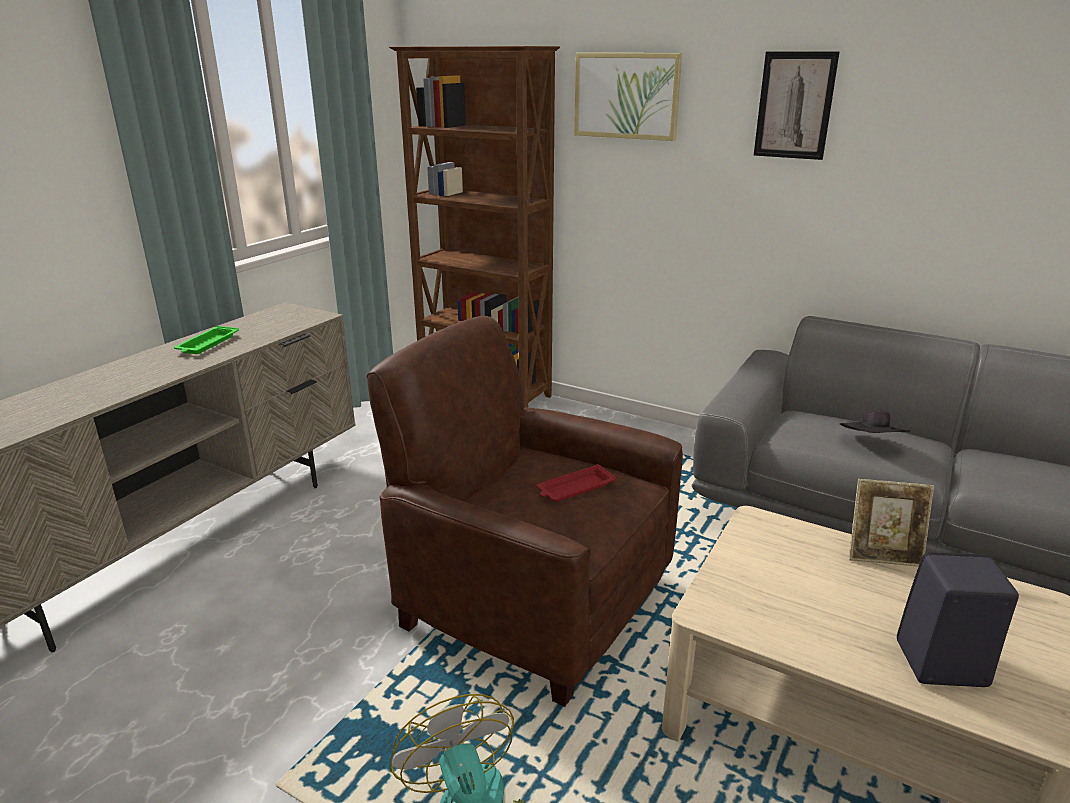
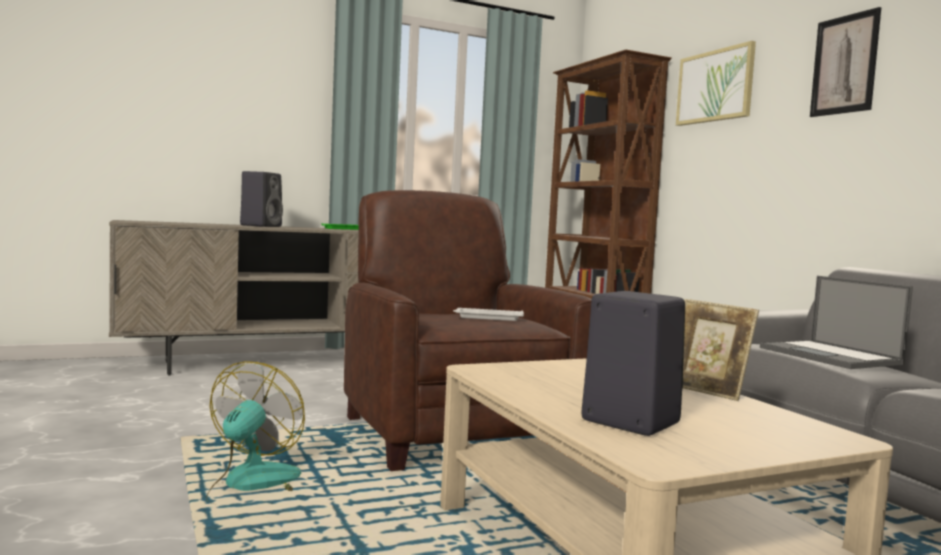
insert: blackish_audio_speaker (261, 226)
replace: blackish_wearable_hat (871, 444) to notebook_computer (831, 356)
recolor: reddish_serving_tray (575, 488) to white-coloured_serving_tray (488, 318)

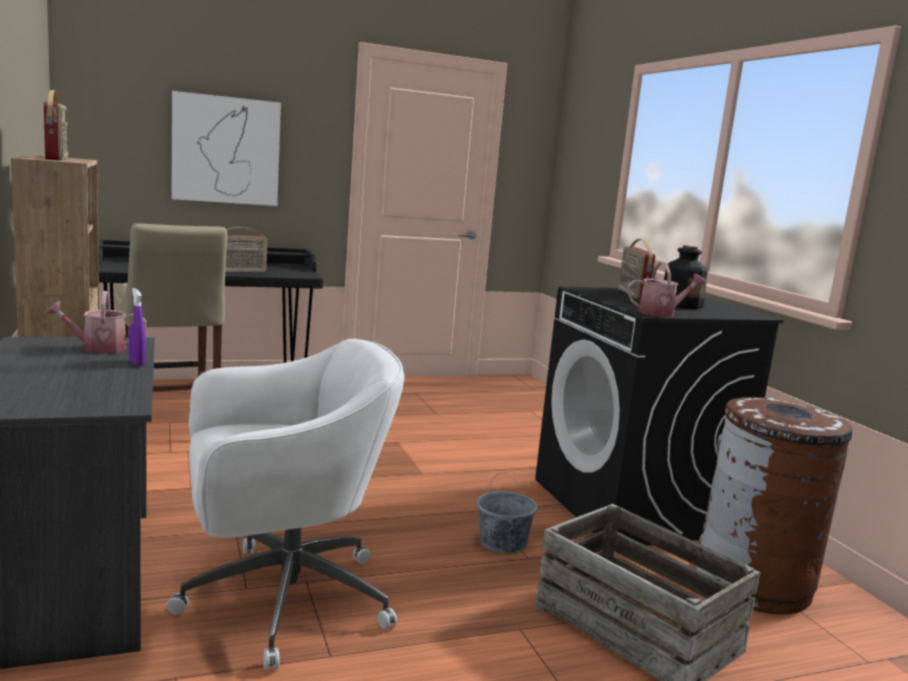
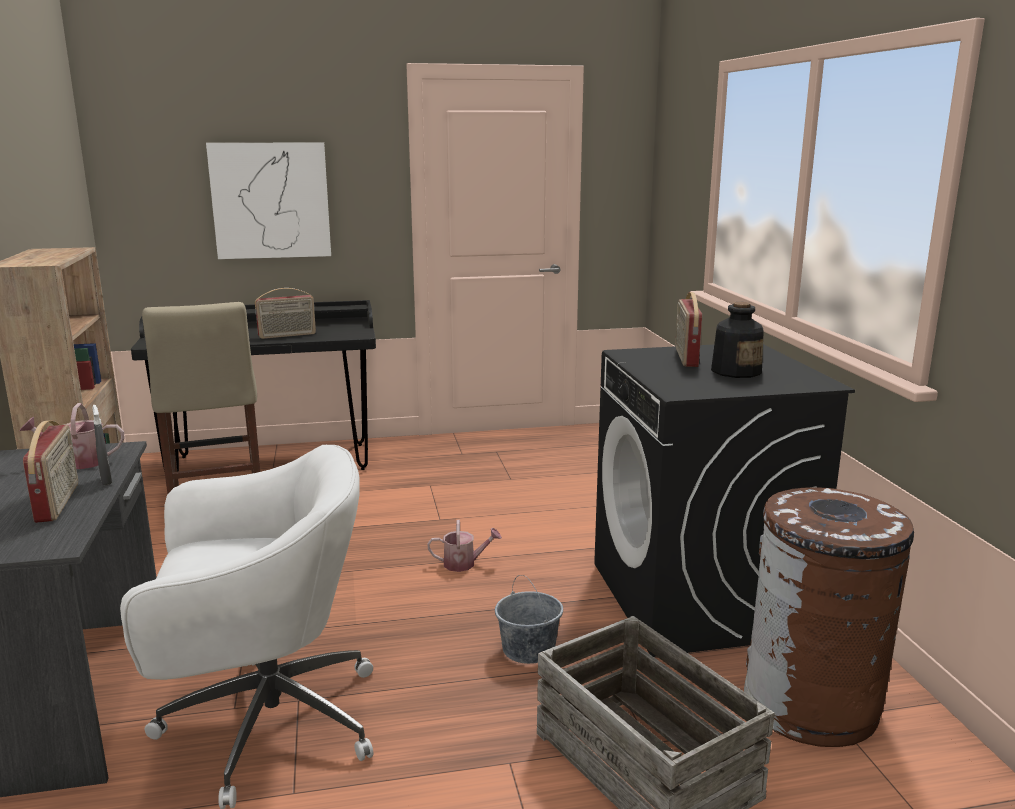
move: radio_receiver (57, 159) to (59, 502); sprinkling_can (661, 313) to (464, 563)
recolor: purple-coloured_spray_bottle (137, 363) to grey_spray_bottle (106, 481)

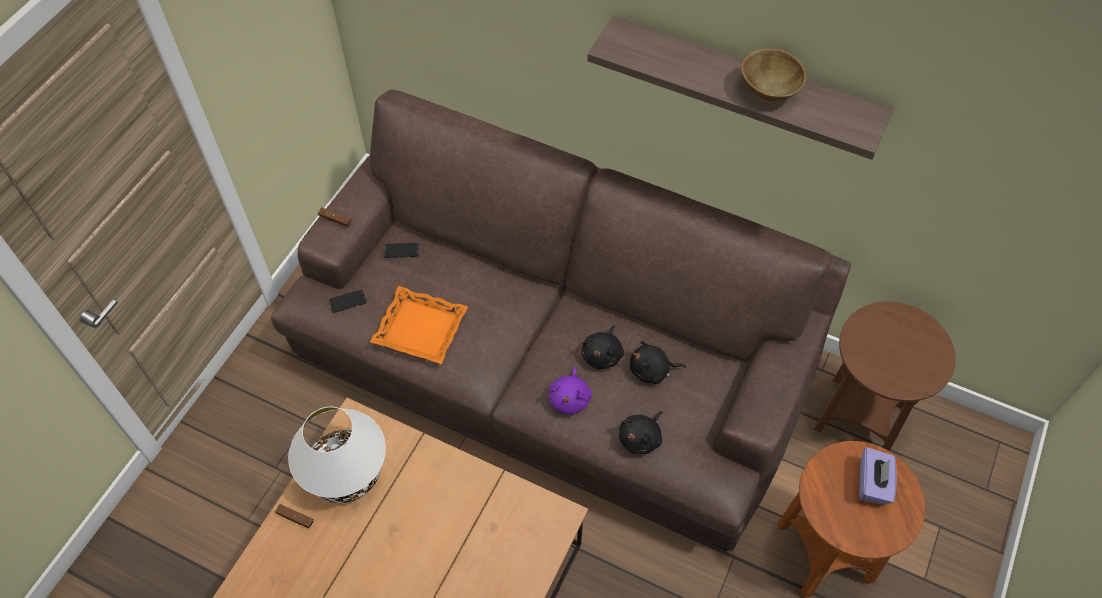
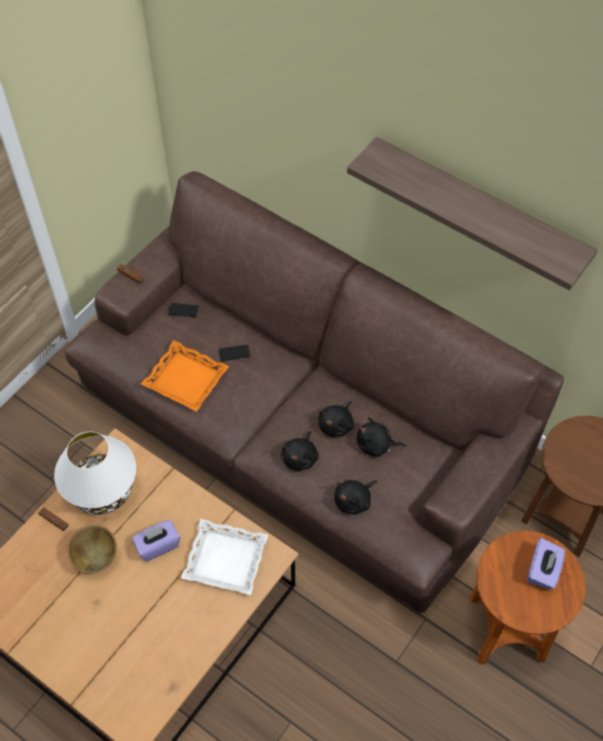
insert: purple-coloured_tissue_box (158, 545); white-coloured_serving_tray (225, 560)
move: handset (347, 301) to (234, 353); brown-coloured_serving_bowl (768, 91) to (95, 556)
recolor: purple-coloured_plush_toy (570, 398) to blackish_plush_toy (300, 457)

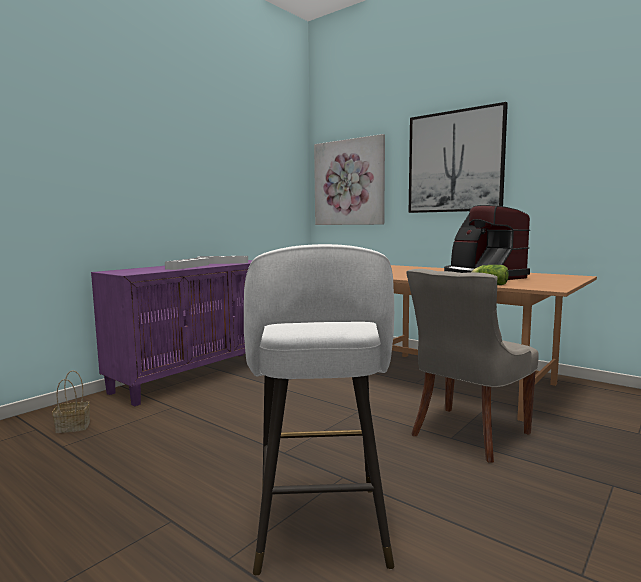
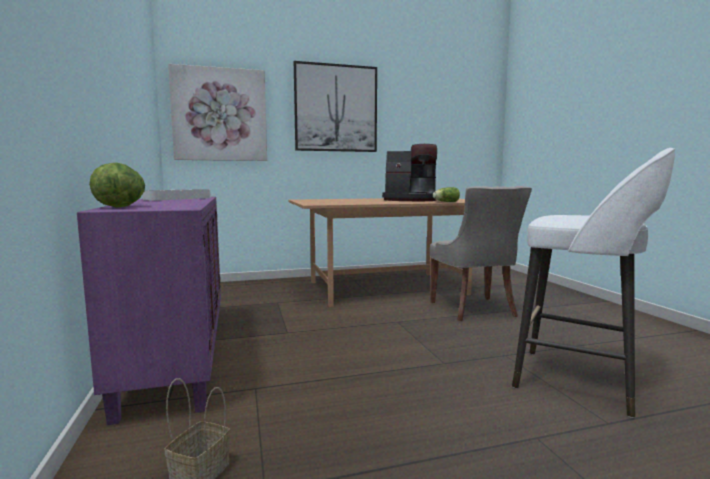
delete: grey_serving_tray (188, 267)
insert: lettuce (122, 206)

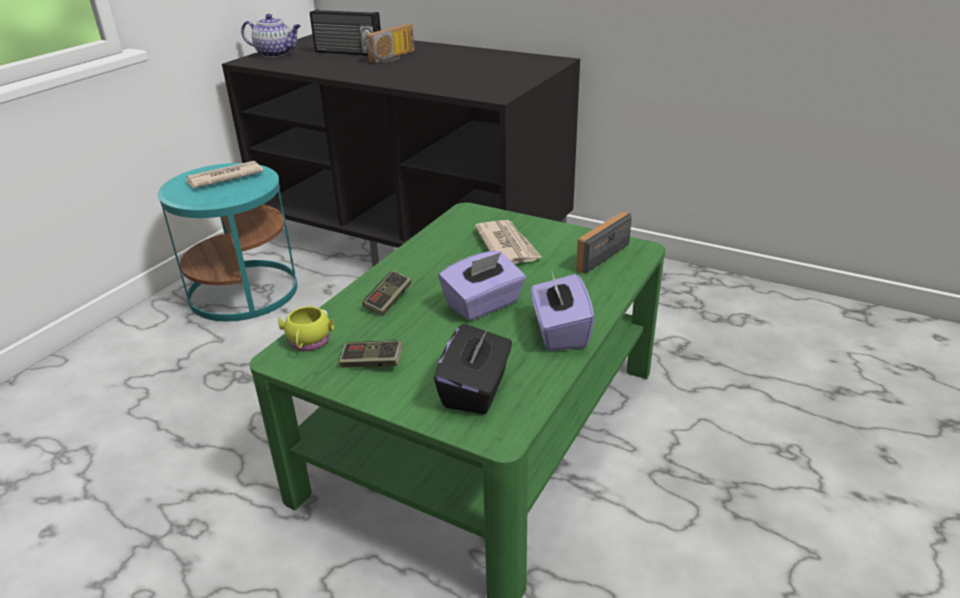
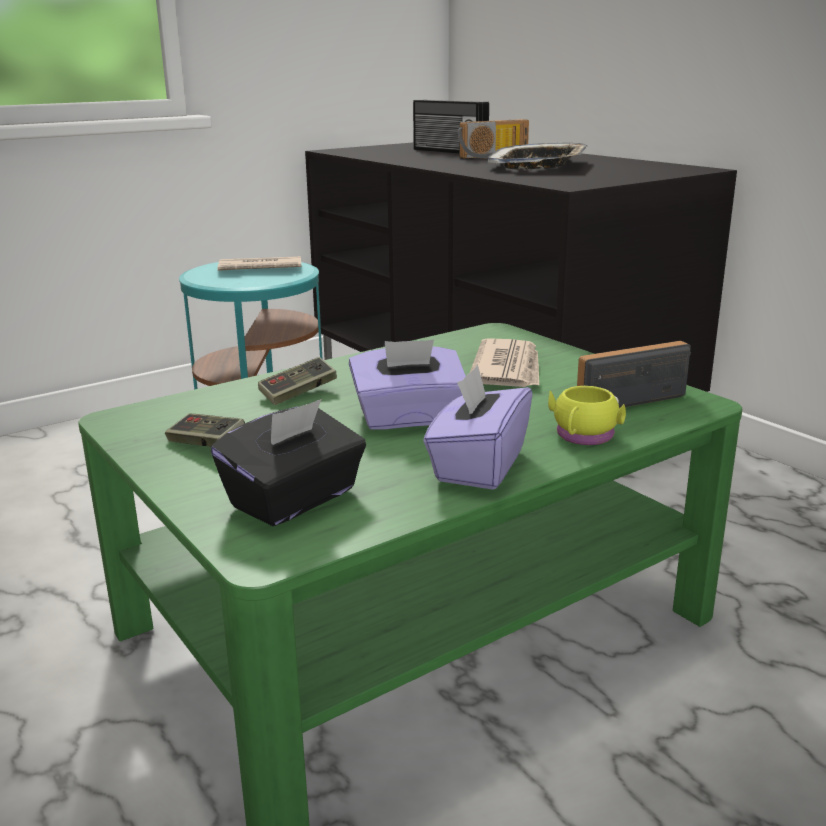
delete: teapot (276, 54)
insert: serving_tray (539, 165)
move: yellow-coloured_tea_mug (308, 343) to (583, 437)

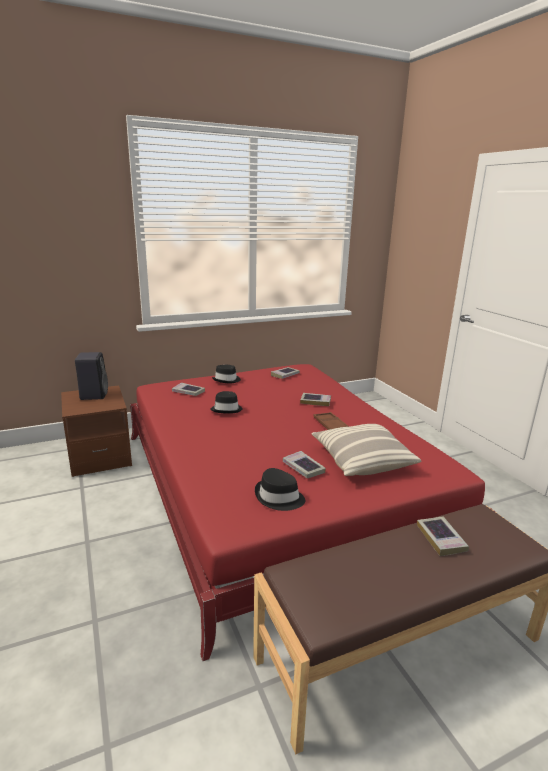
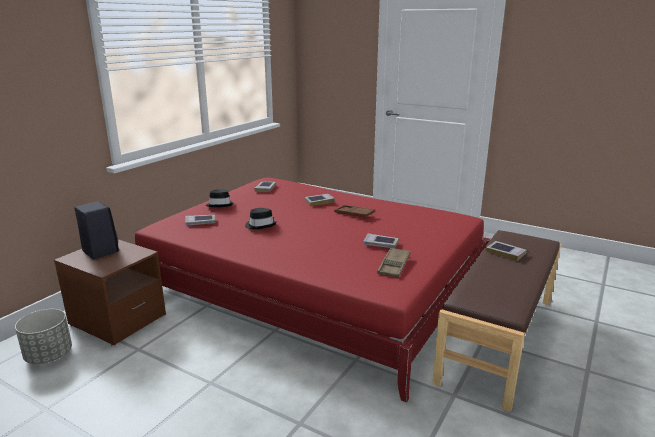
delete: cushion (361, 461)
insert: grey_flower_pot (49, 355)
replace: blackish_wearable_hat (279, 498) to brown-coloured_serving_tray (394, 266)

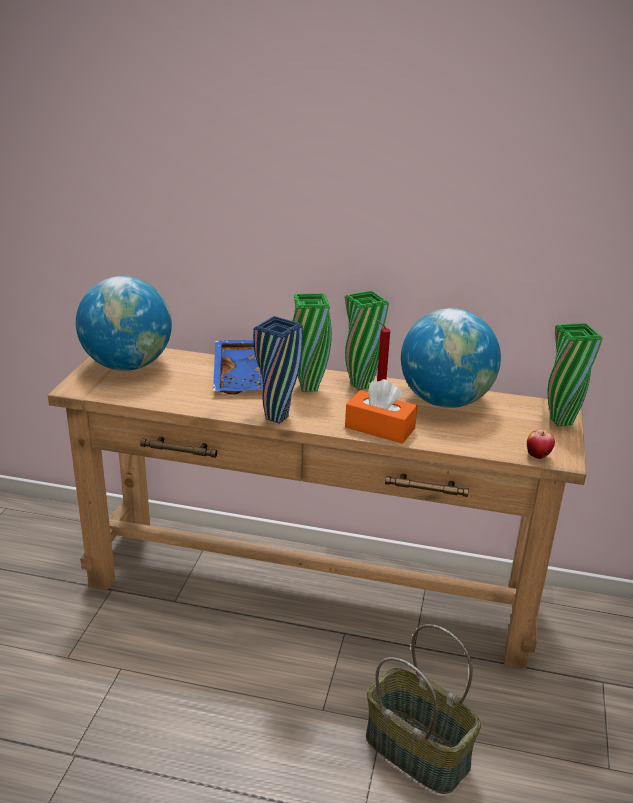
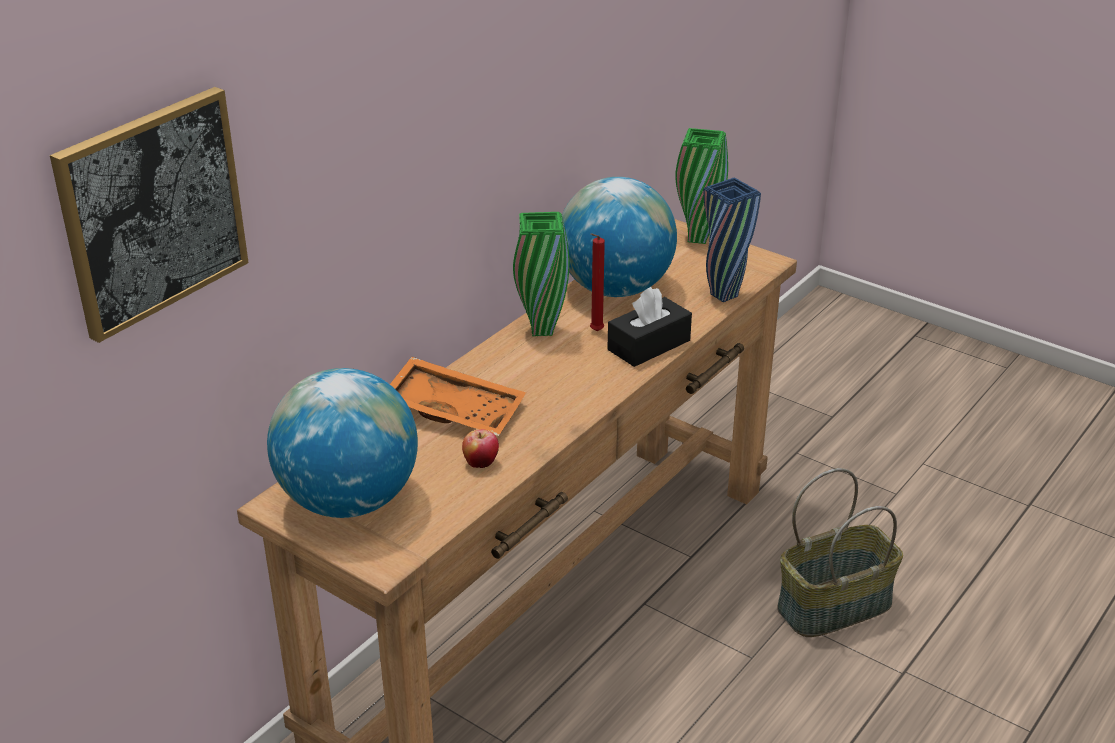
delete: greenish_flower_vase (308, 387)
insert: wall_picture (152, 211)
move: blue_flower_vase (277, 417) to (724, 295); apple (538, 456) to (481, 463)
recolor: blue_serving_tray (242, 376) to orange-coloured_serving_tray (455, 409); orange-coloured_tissue_box (380, 428) to blackish_tissue_box (649, 345)

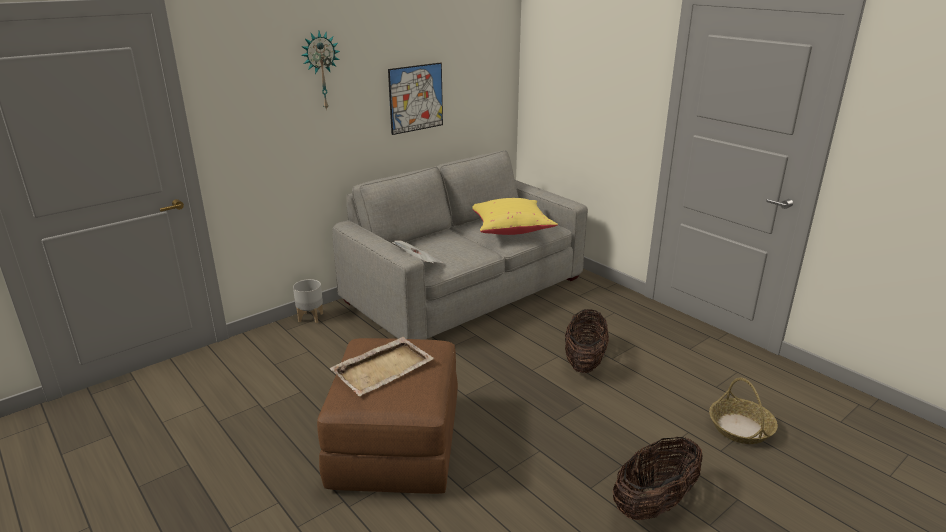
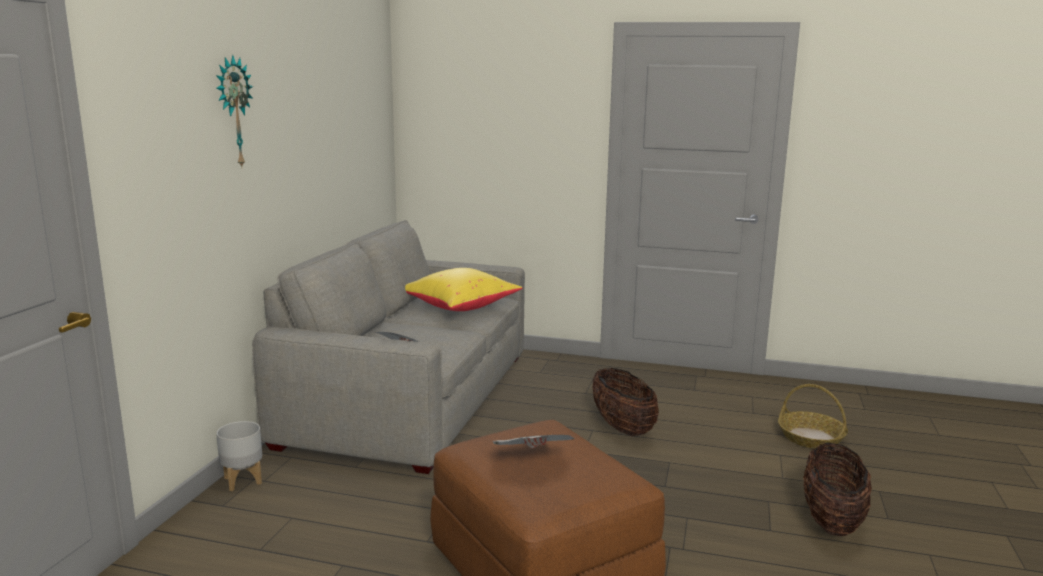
delete: wall_picture (416, 98)
replace: sand-coloured_serving_tray (383, 367) to daily_paper (532, 461)

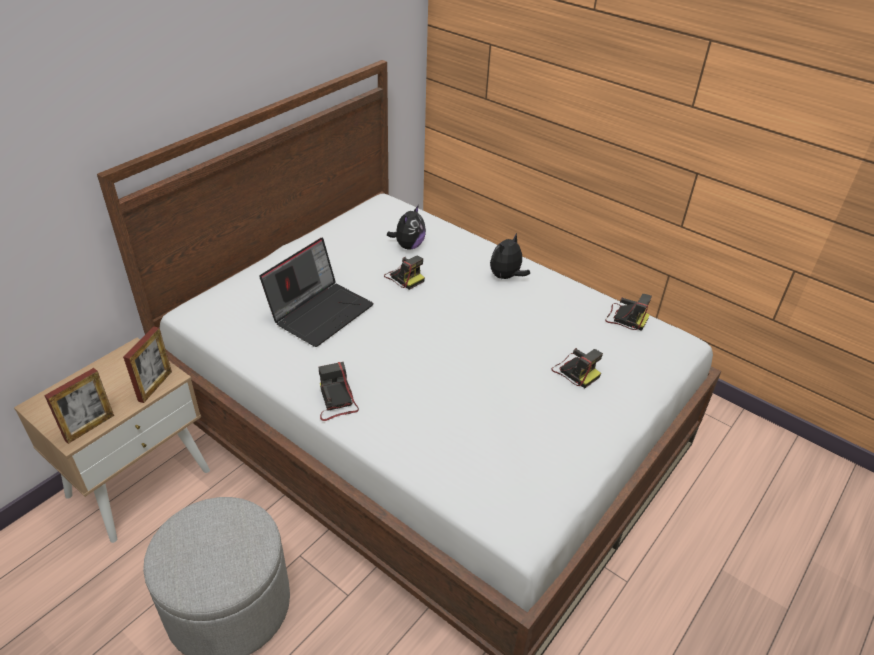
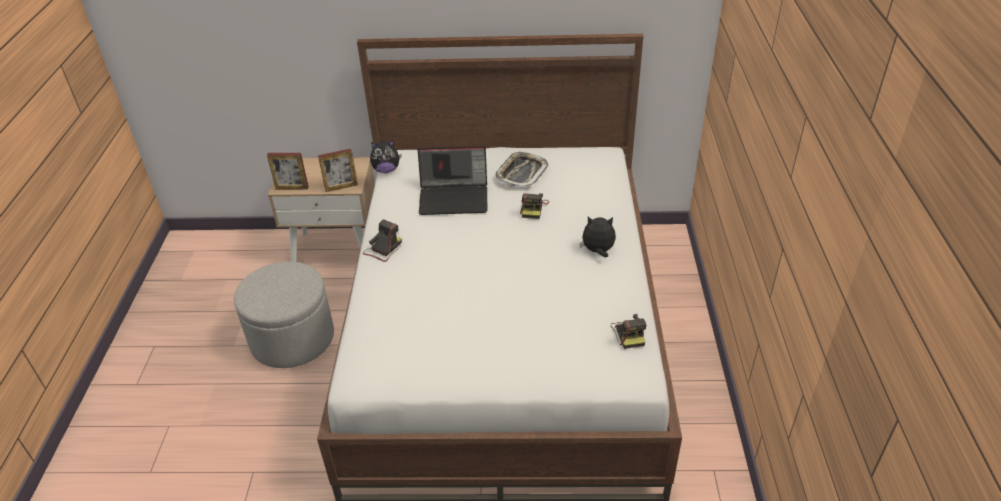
delete: photo_camera (575, 371)
insert: serving_tray (521, 173)
move: plush_toy (408, 246) to (386, 170)

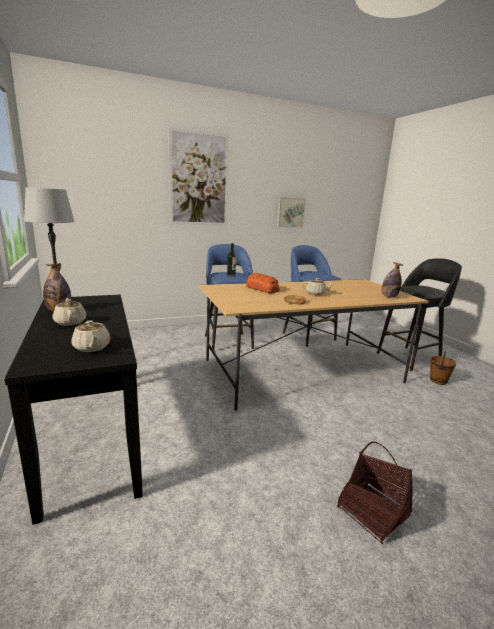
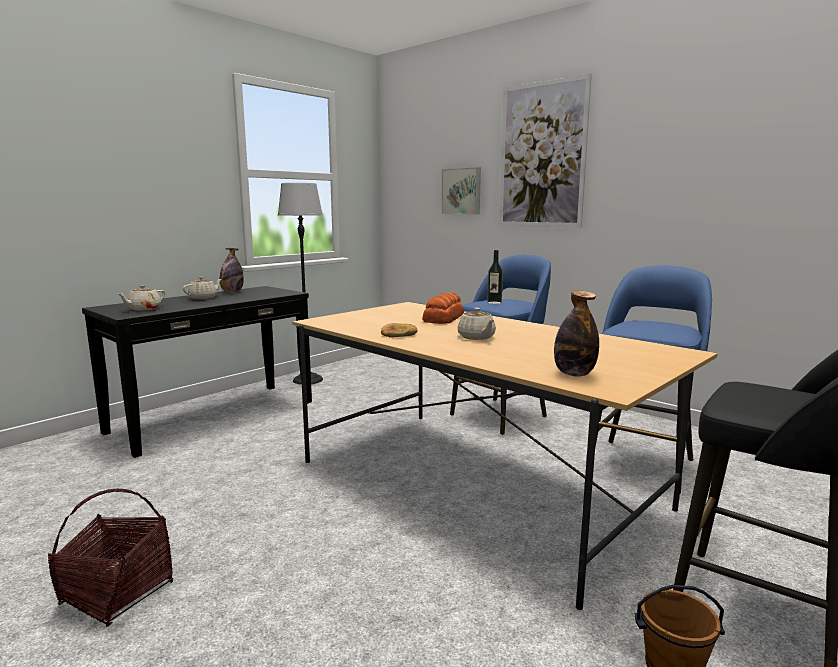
move: wall_picture (290, 212) to (462, 191)

